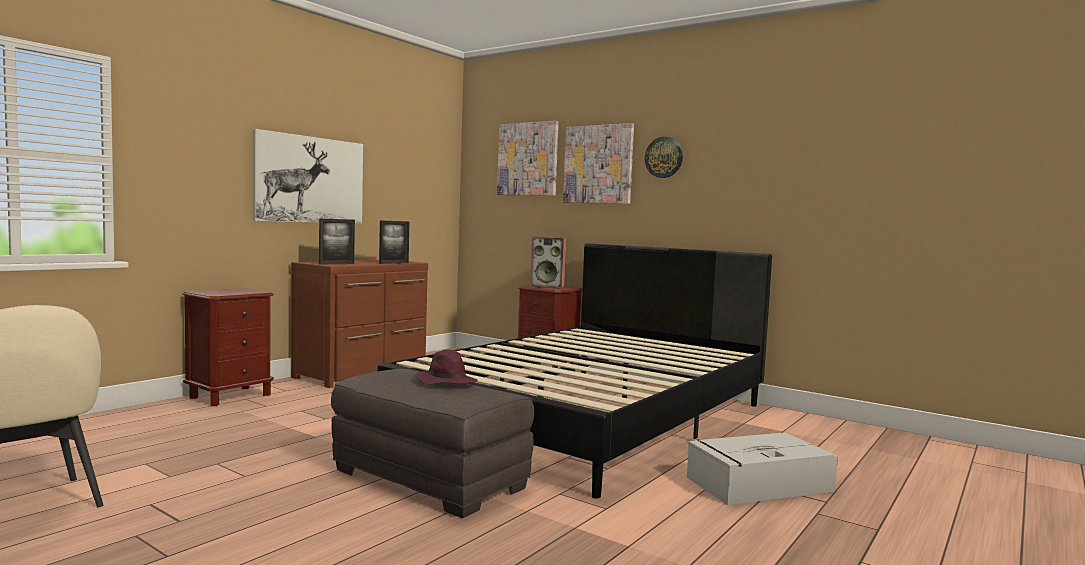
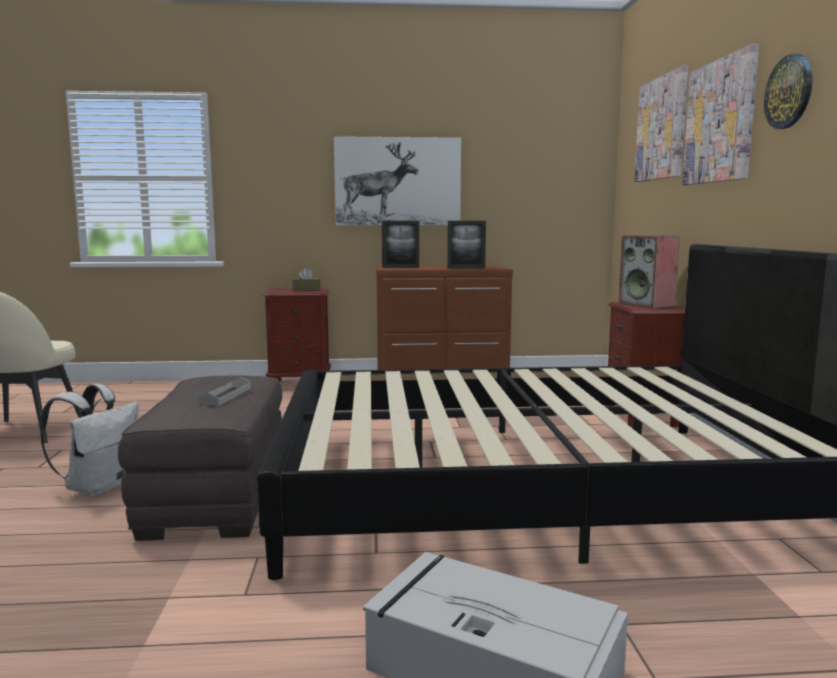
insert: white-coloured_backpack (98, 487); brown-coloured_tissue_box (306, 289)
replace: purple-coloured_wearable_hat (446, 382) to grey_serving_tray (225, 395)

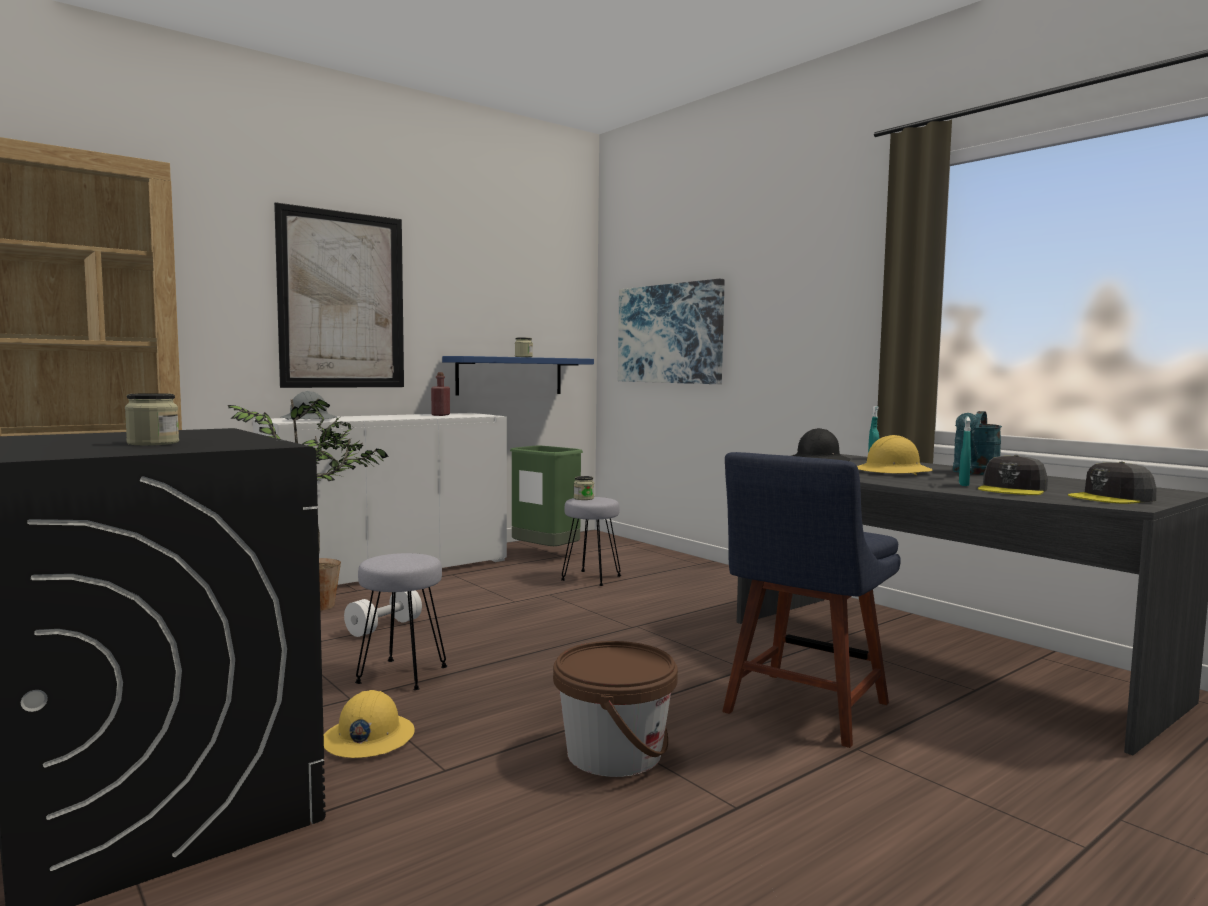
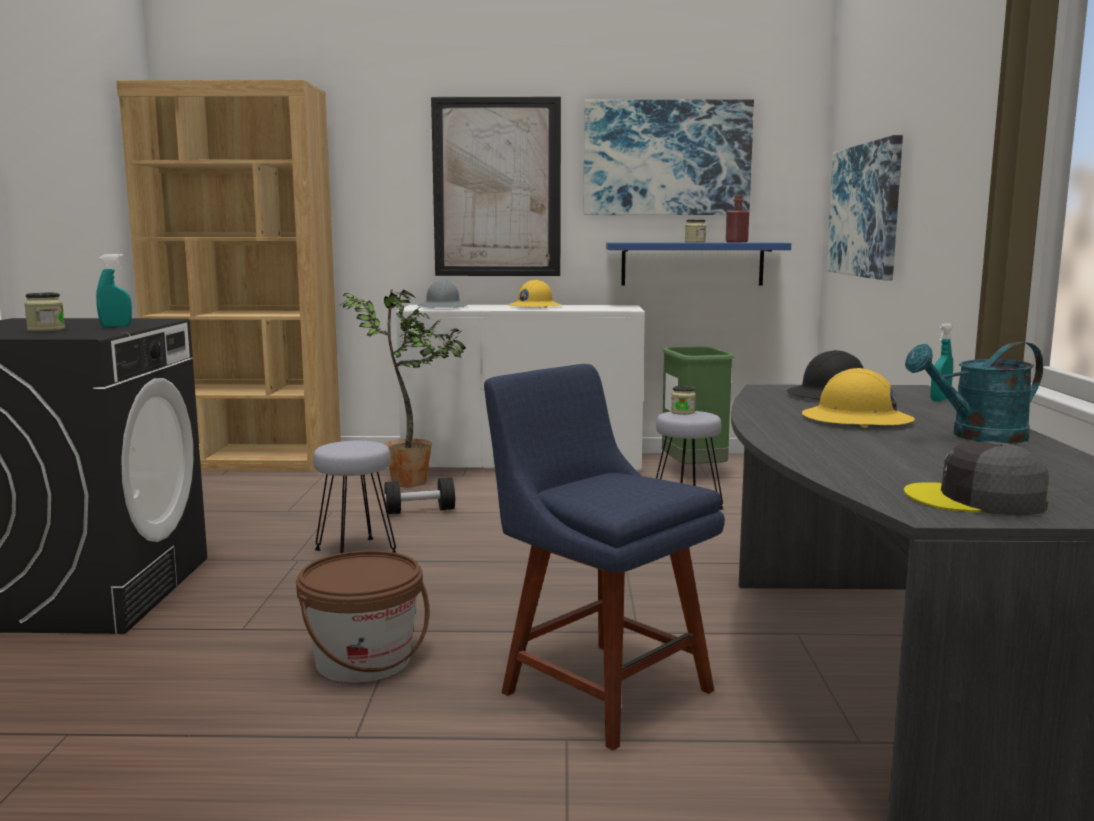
delete: grey_peaked_cap (1012, 490)
insert: wall_picture (666, 158)
move: yellow-coloured_work_helmet (368, 738) to (534, 307); reddish_beverage_bottle (440, 415) to (736, 242); turquoise_spray_bottle (963, 484) to (116, 326)
recolor: white-coloured_free_weight (384, 627) to blackish_free_weight (420, 511)
rotate: blue_upright_chair (803, 710) = (599, 687) 60 degrees clockwise

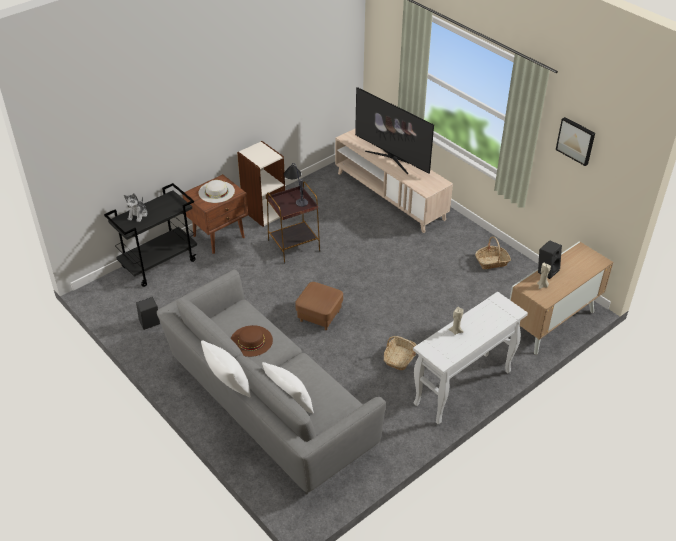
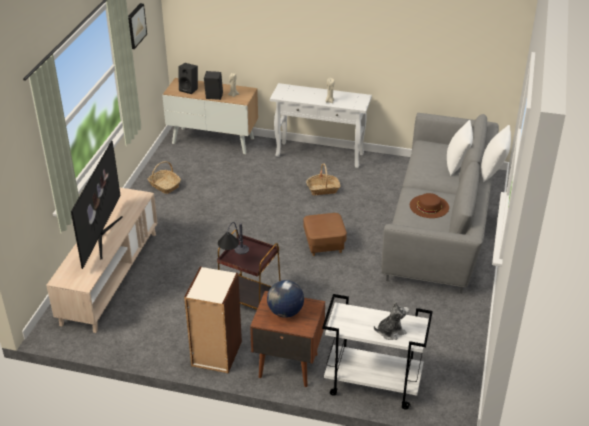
move: blackish_audio_speaker (149, 324) to (189, 89)
replace: white-coloured_wearable_hat (216, 192) to world_globe (285, 312)
recolor: blackish_wheeled_cart (159, 263) to white-coloured_wheeled_cart (371, 385)

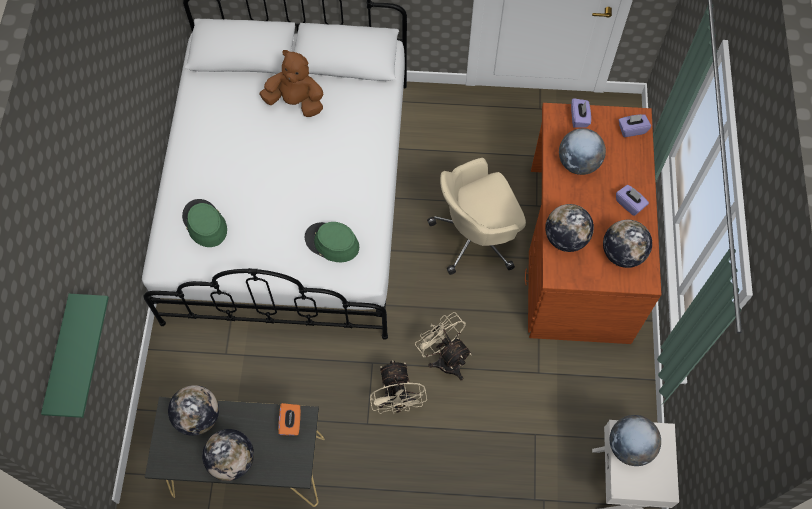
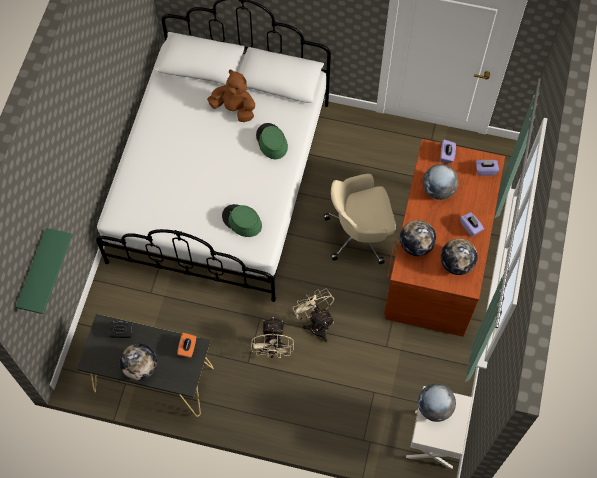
move: greenish_wearable_hat (204, 223) to (271, 141)
replace: world_globe (198, 417) to blackish_tissue_box (121, 333)

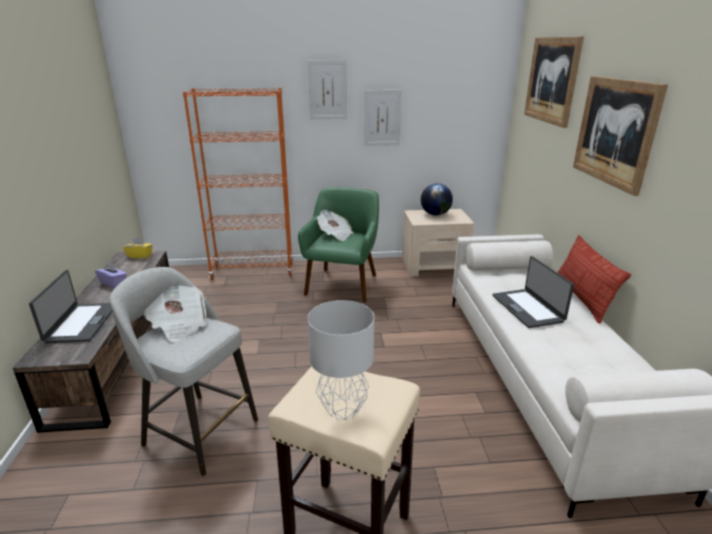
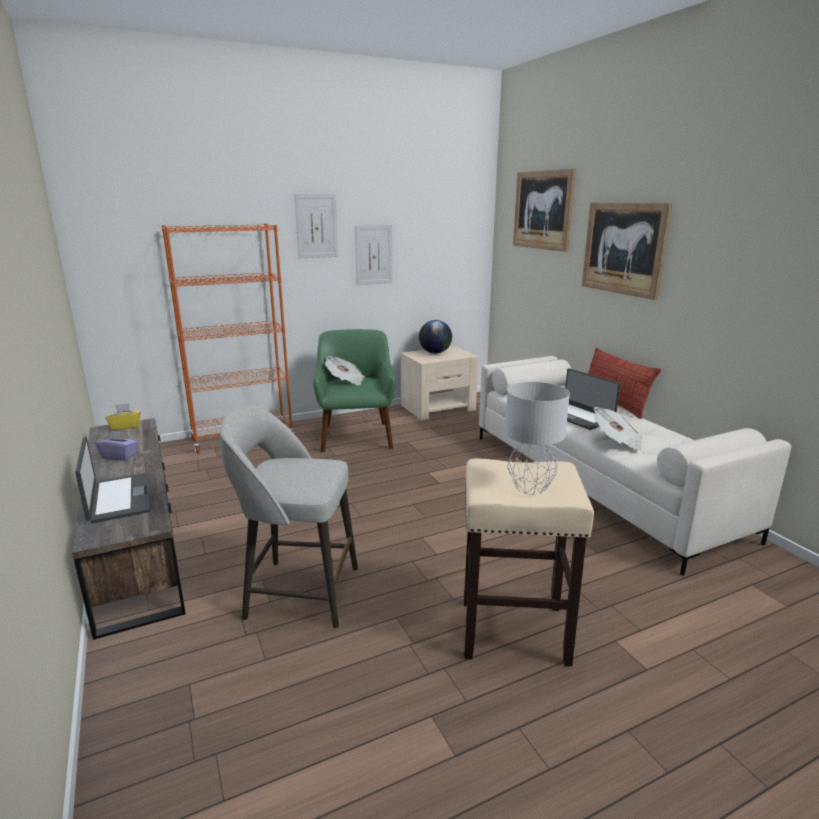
move: daily_paper (178, 324) to (617, 442)

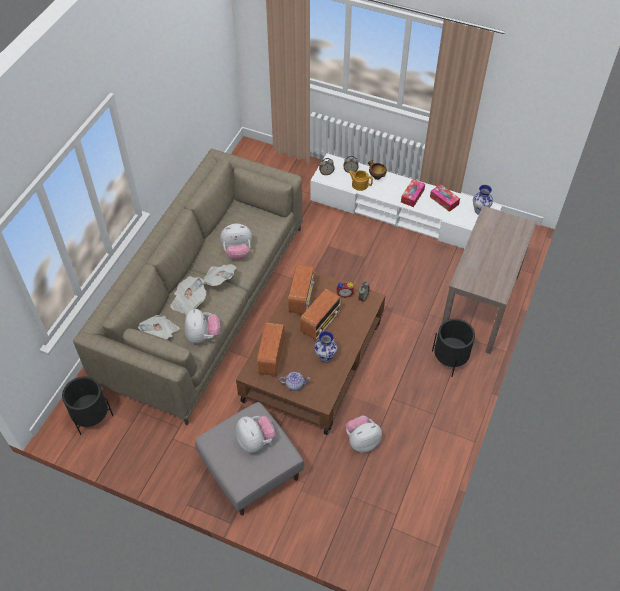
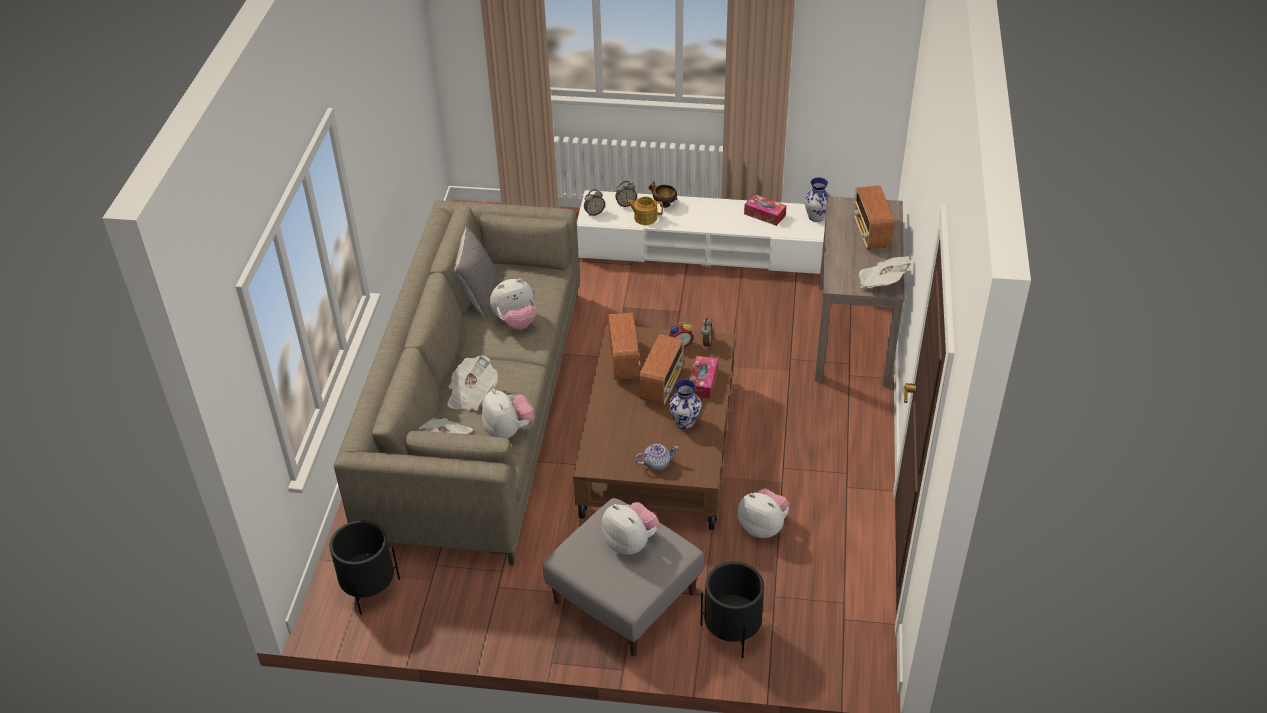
insert: grey_cushion (479, 297)
move: daily_paper (219, 279) to (881, 282); radio_receiver (271, 357) to (871, 233); tissue_box (412, 196) to (703, 382); blackish_flower_pot (450, 359) to (732, 631)
rotate: plush_toy (362, 441) = (763, 527) 75 degrees clockwise

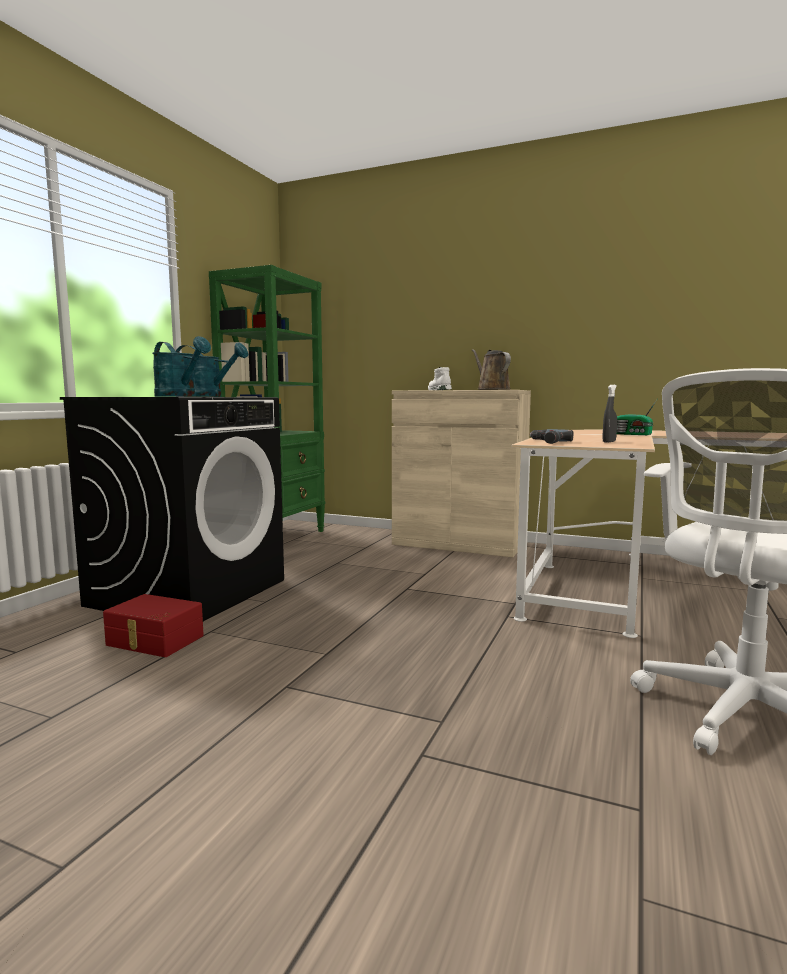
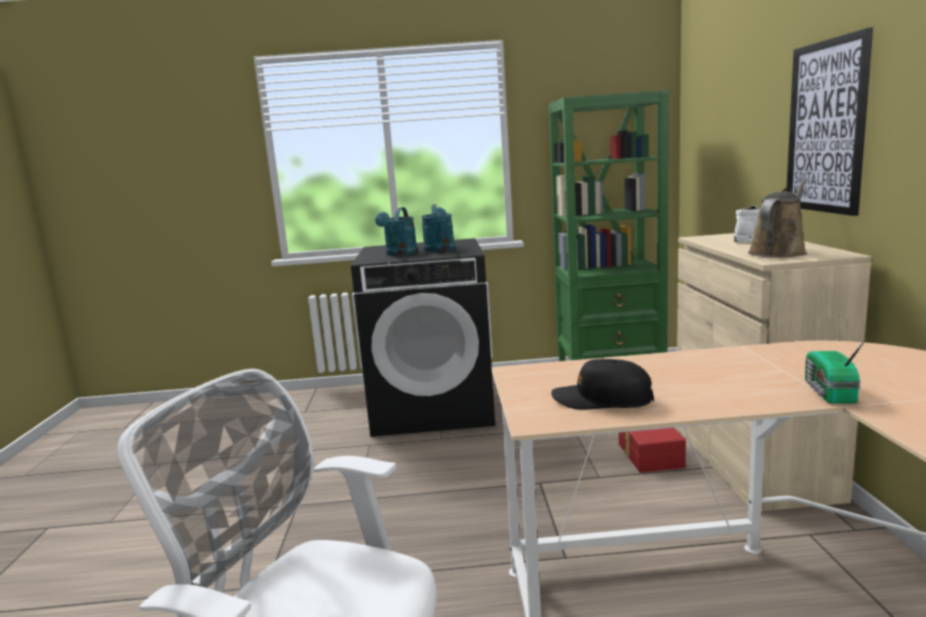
delete: power_drill (546, 442)
insert: wall_picture (826, 127)
move: reddish_storage_box (154, 641) to (648, 455)
replace: grey_spray_bottle (609, 442) to blackish_peaked_cap (602, 399)

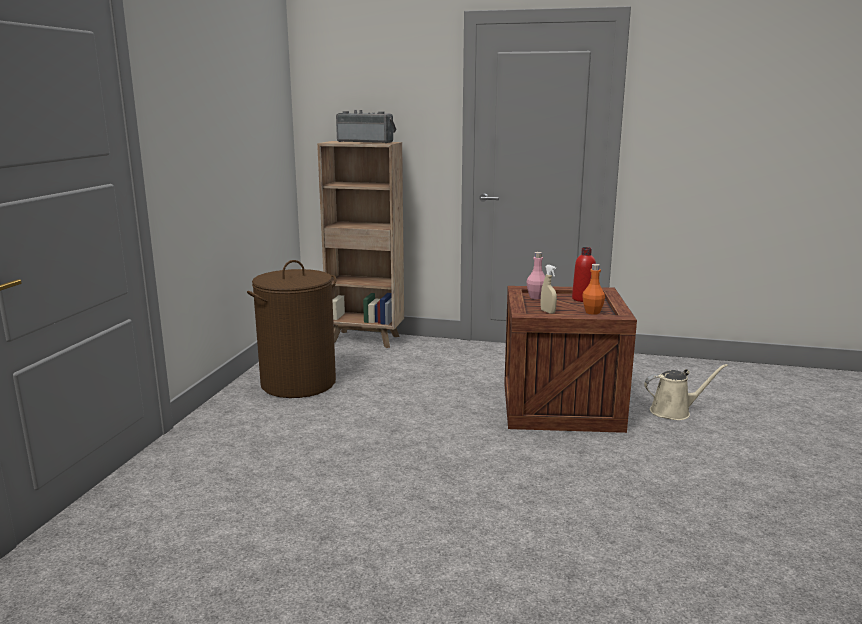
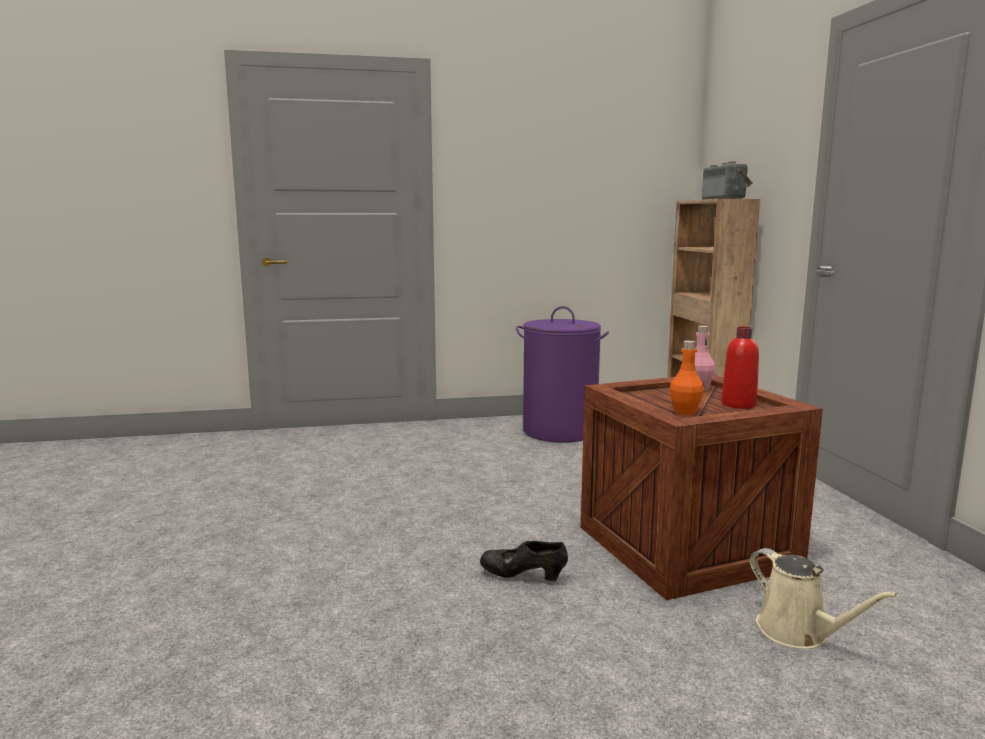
delete: sand-coloured_spray_bottle (548, 312)
insert: blackish_low_shoe (523, 576)
recolor: brown-coloured_laundry_basket (298, 383) to purple-coloured_laundry_basket (559, 431)

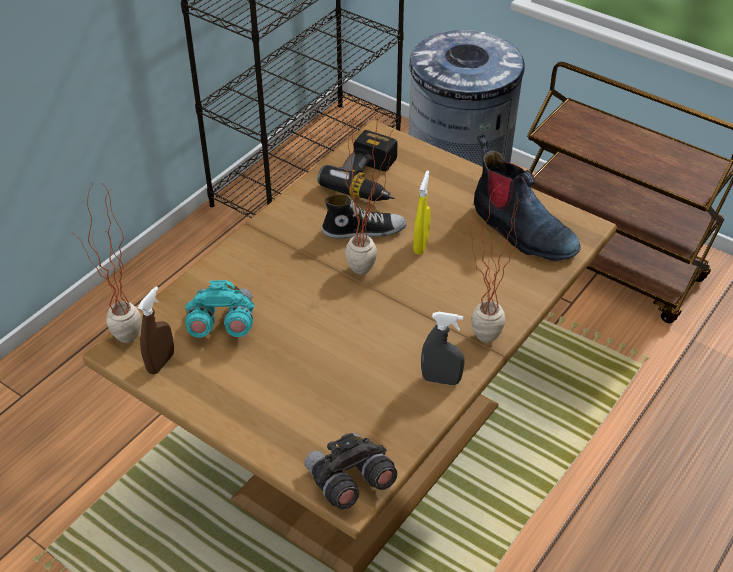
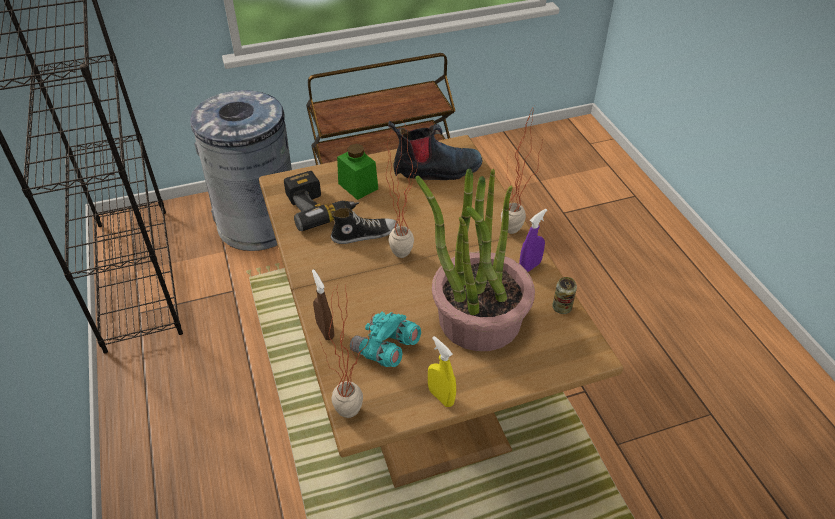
delete: grey_field_glasses (349, 482)
insert: greenish_preserve_jar (358, 186); houseplant (478, 319); sealed_can (562, 308)
move: brown-coloured_spray_bottle (161, 362) to (325, 330); yellow-coloured_spray_bottle (421, 245) to (441, 397)
recolor: grey_spray_bottle (441, 380) to purple-coloured_spray_bottle (529, 267)
rotate: low_shoe (364, 230) = (365, 234) 45 degrees clockwise

